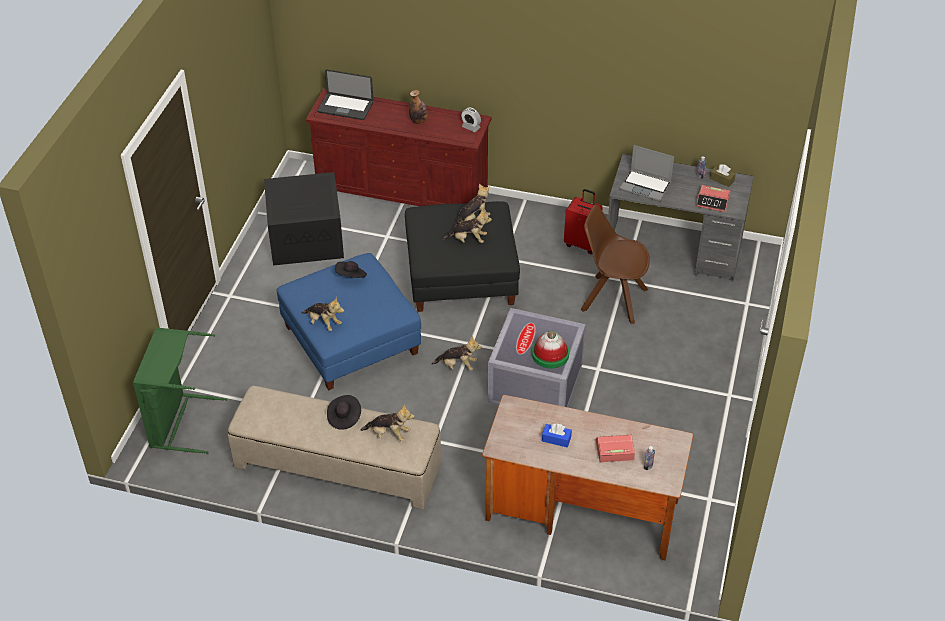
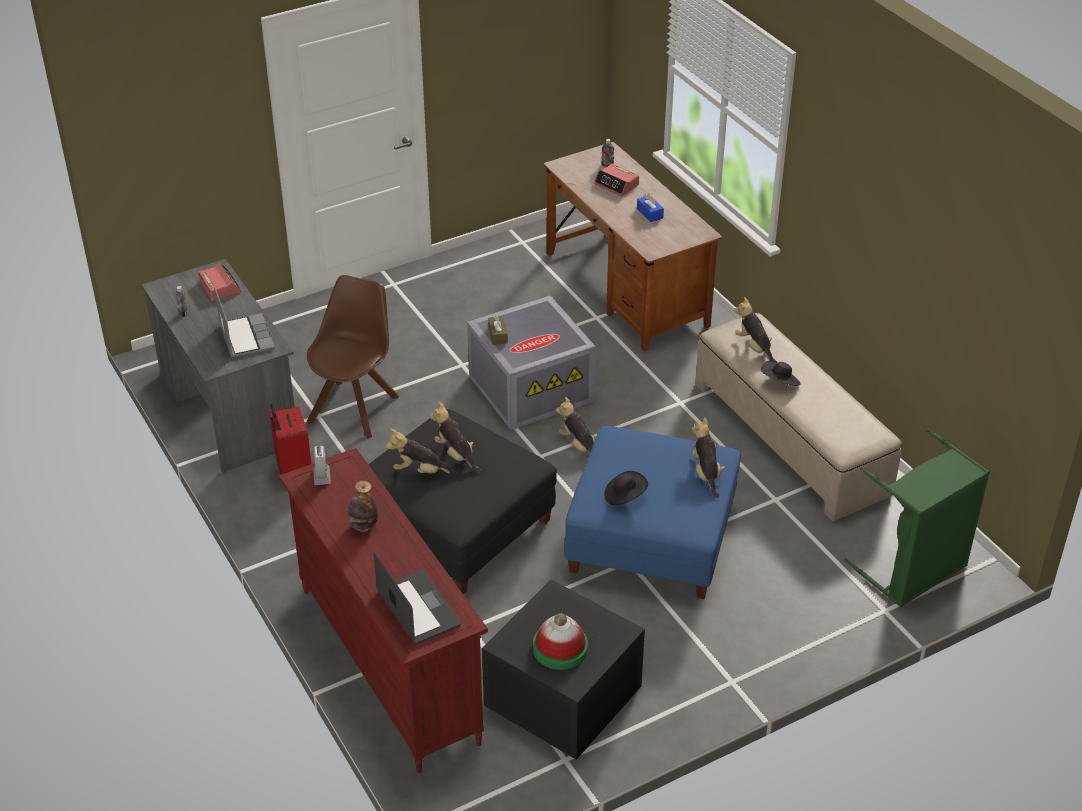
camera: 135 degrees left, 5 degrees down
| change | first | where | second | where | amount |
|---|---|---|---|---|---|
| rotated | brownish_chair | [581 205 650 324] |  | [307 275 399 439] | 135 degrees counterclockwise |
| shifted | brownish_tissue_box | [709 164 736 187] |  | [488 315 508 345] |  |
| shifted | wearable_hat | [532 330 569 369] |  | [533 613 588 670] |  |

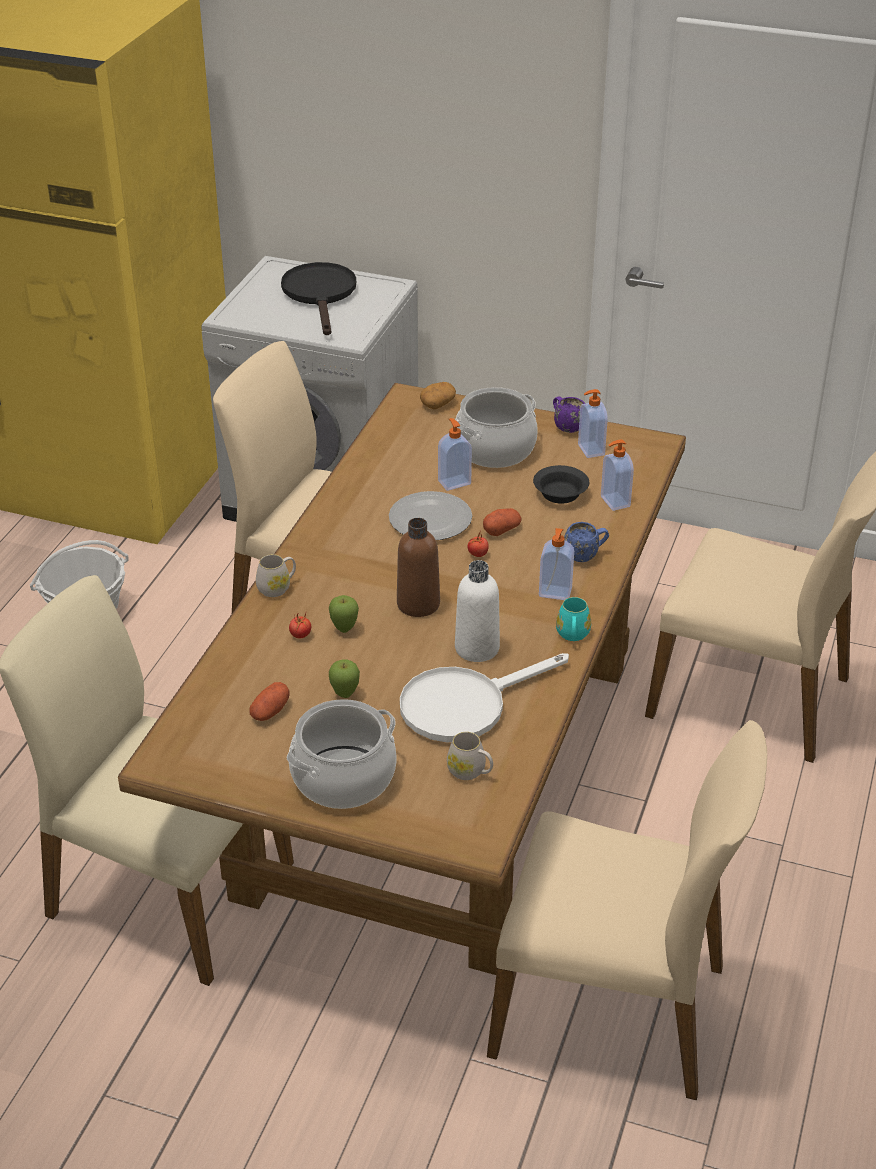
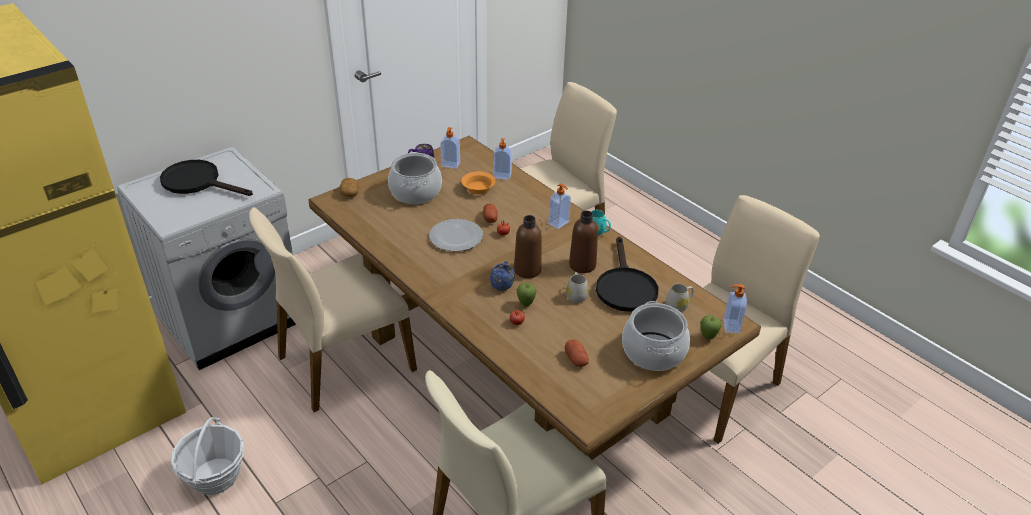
camera: 60 degrees left, 0 degrees up
| change | first | where | second | where | amount |
|---|---|---|---|---|---|
| repainted | black-coloured_bowl | [533 465 589 504] | orange_bowl | [461 171 496 194] |  |
| shifted | blue-coloured_mug | [564 522 609 562] |  | [490 261 514 291] |  |
| shifted | white_mug | [256 554 296 597] |  | [566 272 589 303] |  |
| repainted | white_bottle | [455 560 500 662] | brownish_bottle | [569 211 598 273] |  |
| repainted | white_frying_pan | [400 653 569 742] | black-coloured_frying_pan | [596 236 659 312] |  |
| shifted | whole_apple | [329 659 360 698] |  | [700 315 721 340] |  |
| shifted | soap_bottle | [438 418 472 491] |  | [724 284 747 333] |  |

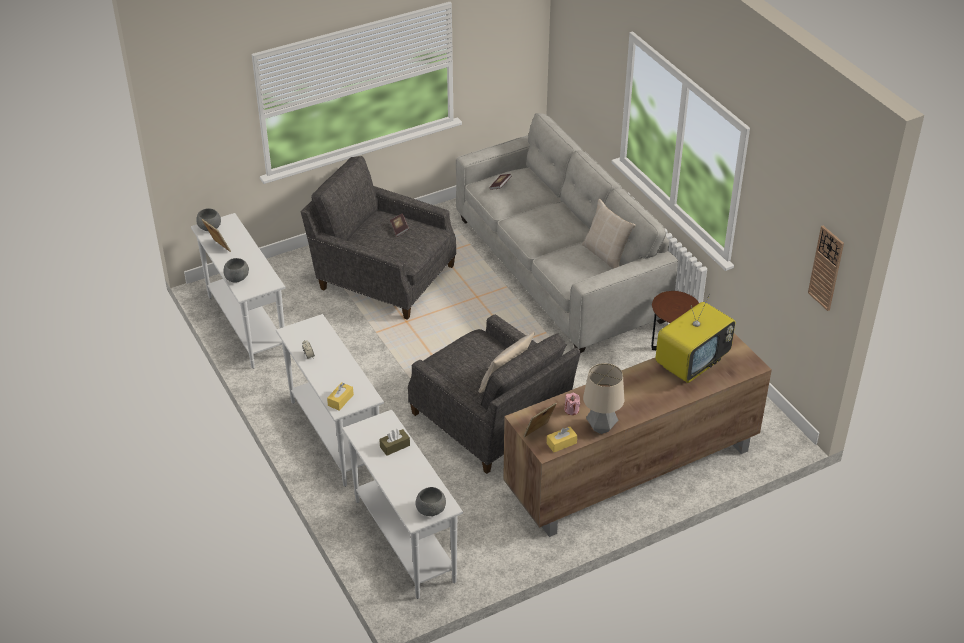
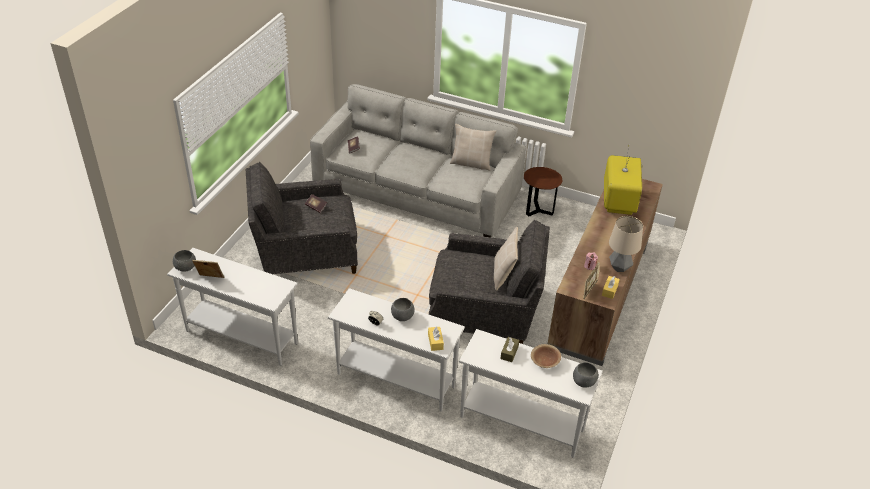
camera: 40 degrees left, 0 degrees up
| change | first | where | second | where | amount |
|---|---|---|---|---|---|
| shifted | grey_bowl | [223 258 249 283] |  | [391 298 415 321] |  |
| new |  |  | brownish_bowl | [531 344 561 368] |  |
| gone | wall_clock | [808 226 844 311] |  |  |  |

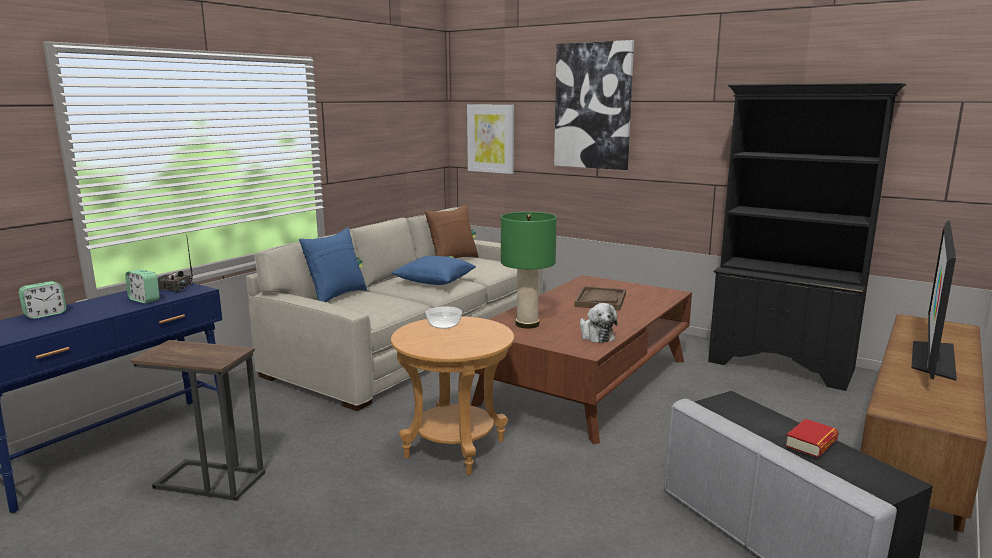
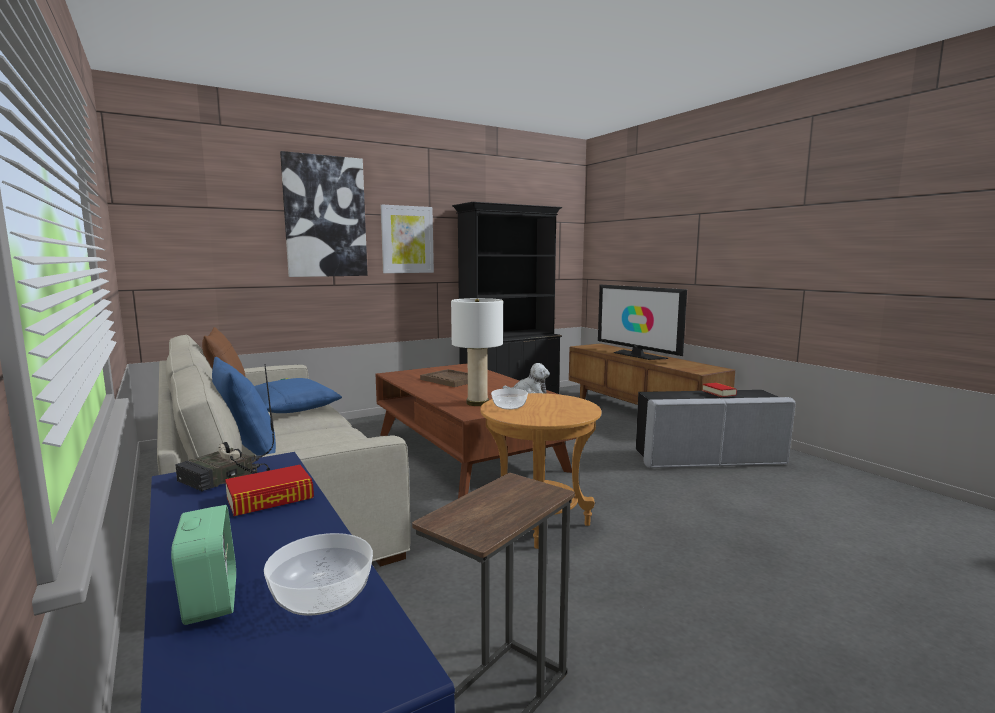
camera: 65 degrees left, 5 degrees down
| change | first | where | second | where | amount |
|---|---|---|---|---|---|
| swapped | alarm_clock | [125 269 160 303] | book | [225 465 314 516] |  |
| new |  |  | bowl | [264 533 373 616] |  |
| shifted | wall_art | [467 104 514 174] |  | [380 205 434 273] |  |
| repainted | green-coloured_table_lamp | [501 212 557 328] | white_table_lamp | [451 298 503 406] |  |

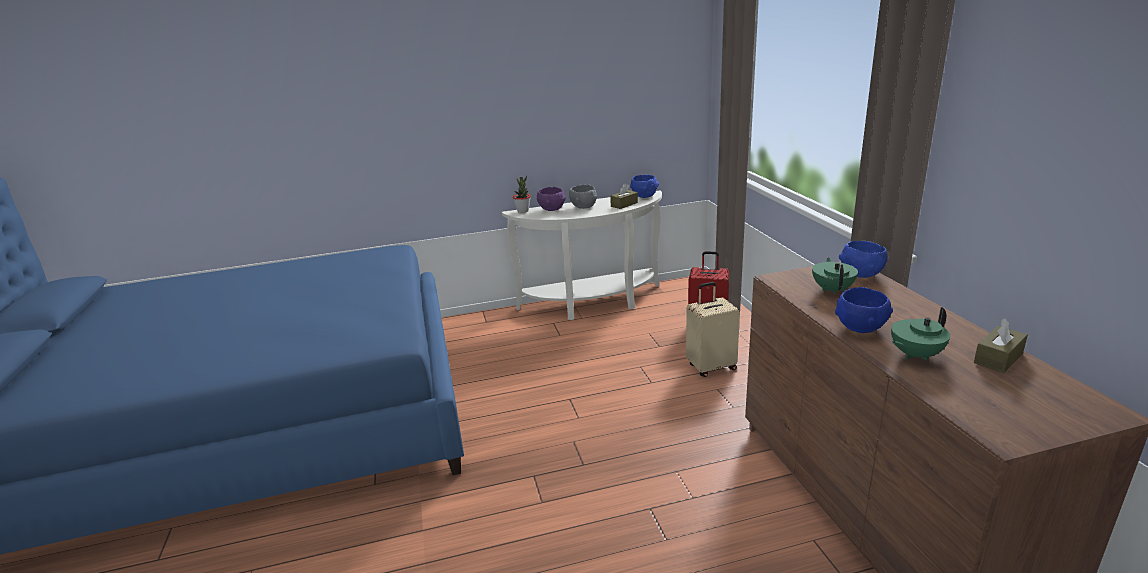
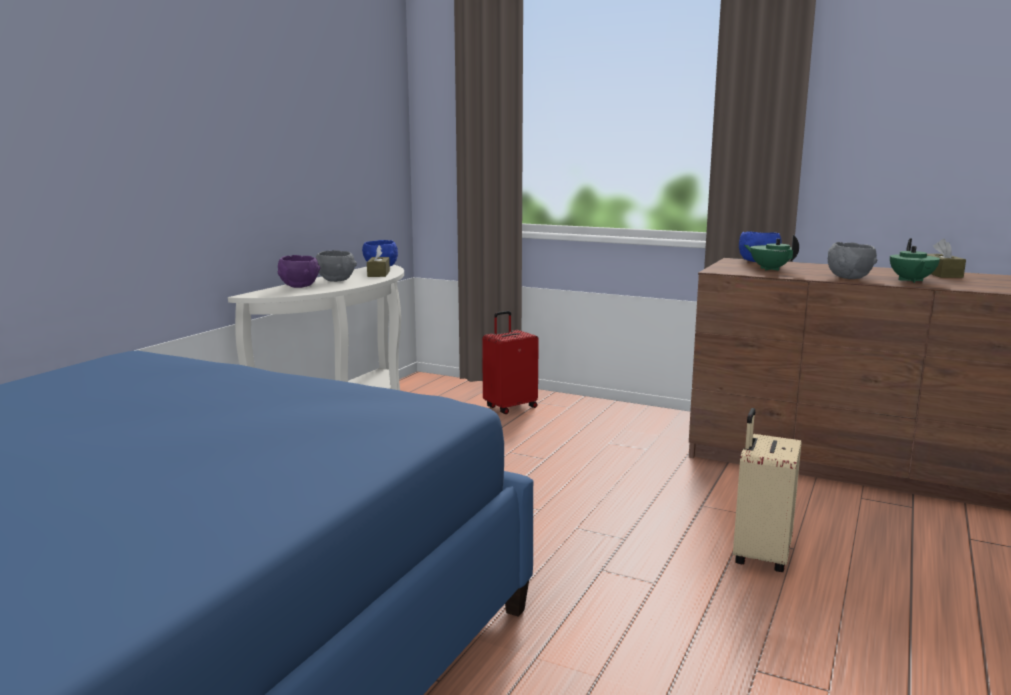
camera: 50 degrees left, 10 degrees down
| change | first | where | second | where | amount |
|---|---|---|---|---|---|
| shifted | beige_piece_of_luggage | [686 282 740 377] |  | [733 408 802 572] |  |
| repainted | blue-coloured_bowl | [835 287 893 333] | grey_bowl | [828 242 877 279] |  |
| gone | potted_plant | [513 175 531 213] |  |  |  |

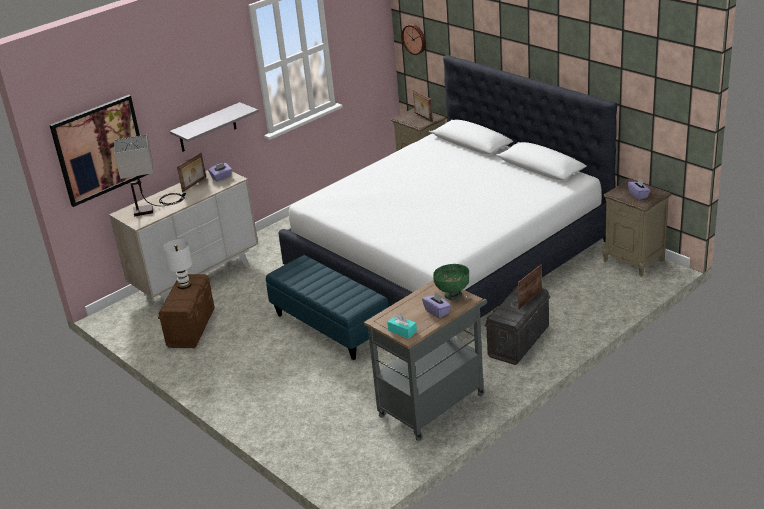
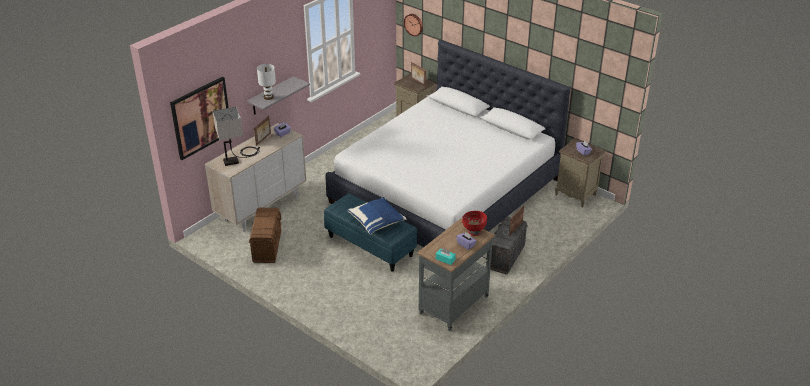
camera: 10 degrees left, 5 degrees up
| change | first | where | second | where | amount |
|---|---|---|---|---|---|
| shifted | white_table_lamp | [163 239 192 289] |  | [257 64 276 100] |  |
| new |  |  | blue-coloured_pillow | [347 197 407 235] |  |
| repainted | green-coloured_bowl | [433 264 469 300] | reddish_bowl | [462 211 487 236] |  |

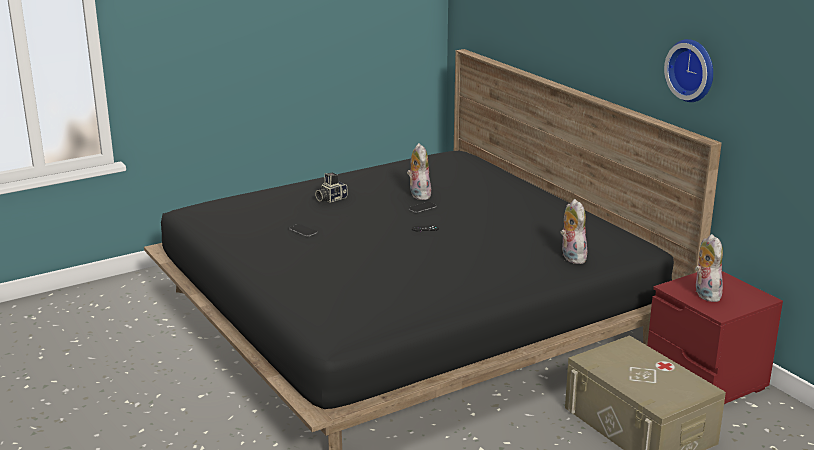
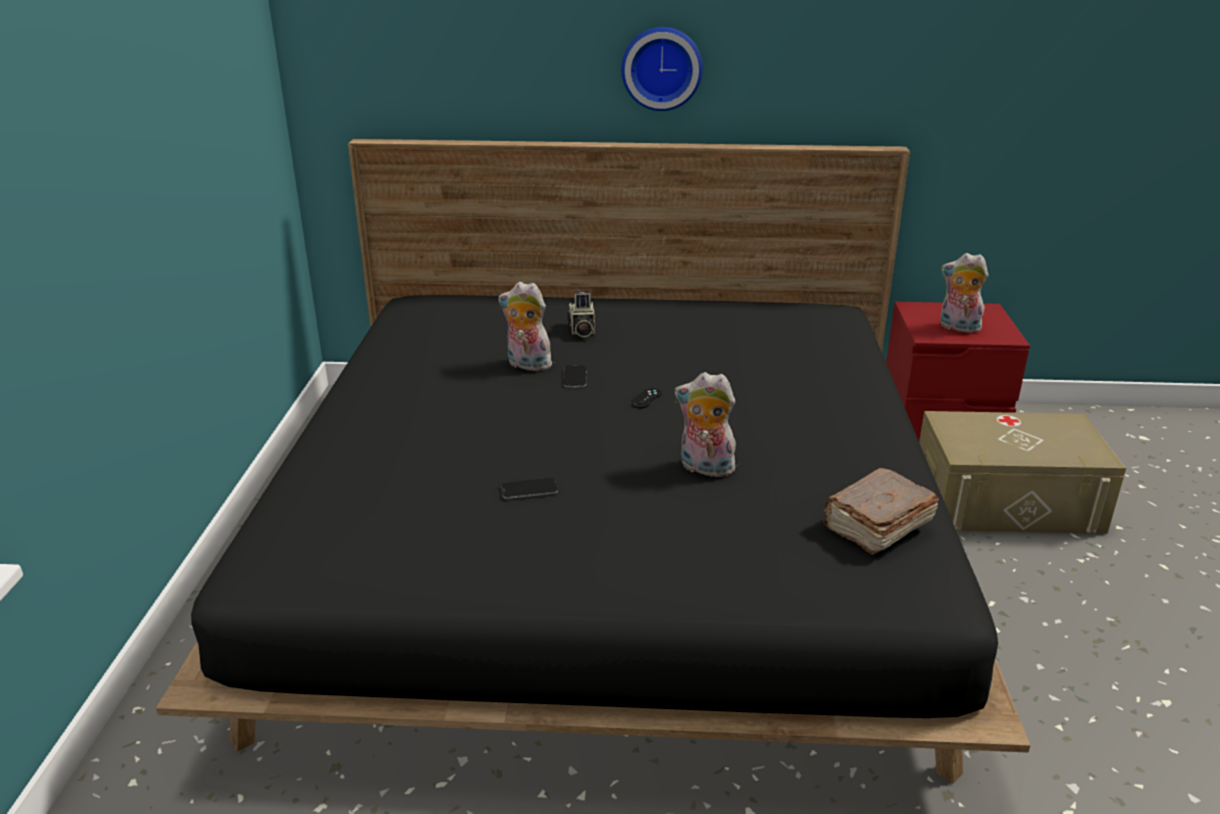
camera: 55 degrees left, 5 degrees up
| change | first | where | second | where | amount |
|---|---|---|---|---|---|
| shifted | still_camera | [315 173 348 203] |  | [567 291 595 337] |  |
| shifted | wall_clock | [664 39 713 102] |  | [621 27 703 111] |  |
| shifted | cuddly_toy | [560 199 587 264] |  | [675 372 739 477] |  |
| new |  |  | brownish_book | [823 468 939 555] |  |

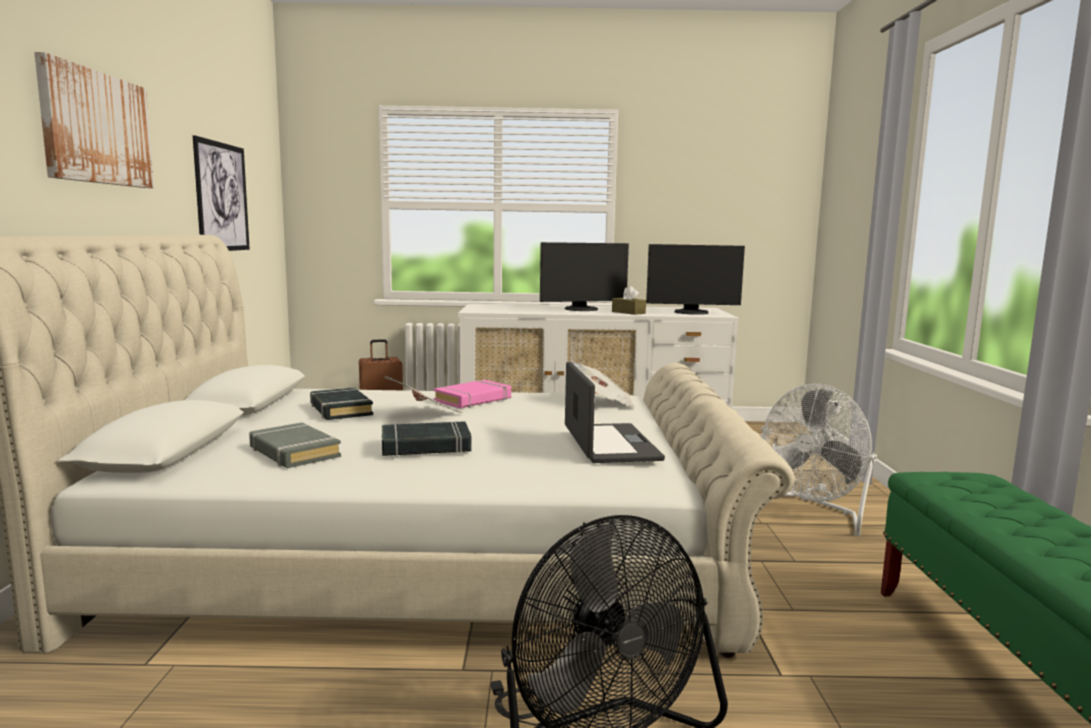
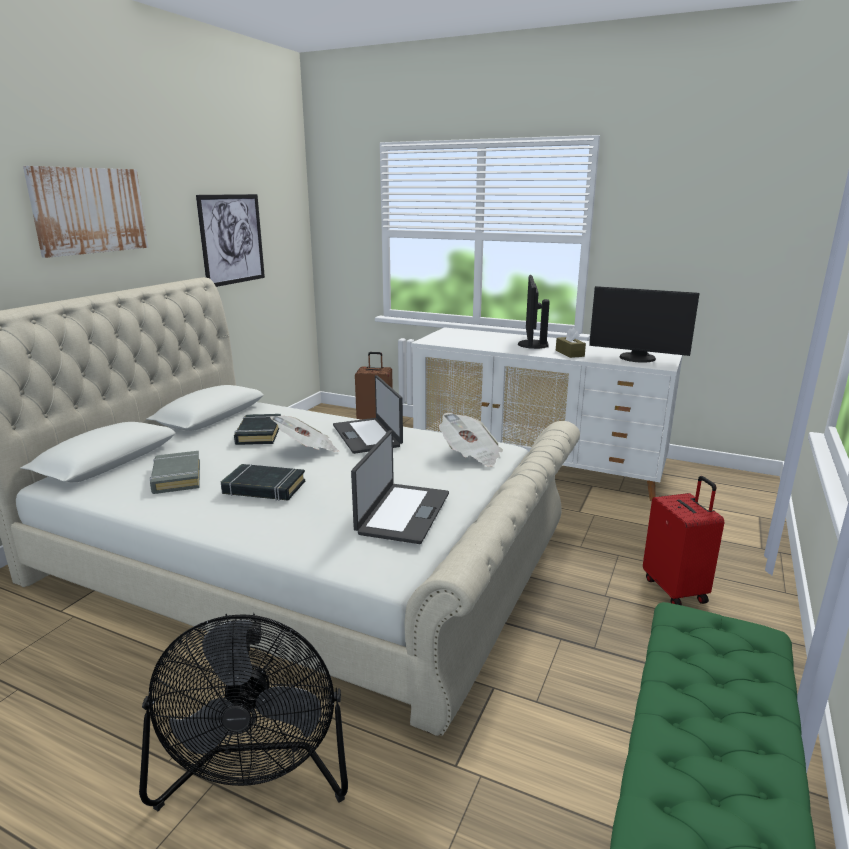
camera: 25 degrees right, 10 degrees up
| change | first | where | second | where | amount |
|---|---|---|---|---|---|
| swapped | pink-coloured_book | [434 380 511 408] | laptop | [333 375 403 454] |  |
| rotated | computer_screen | [540 242 629 311] |  | [518 275 550 349] | 90 degrees clockwise |
| swapped | white_electric_fan | [760 384 877 536] | reddish_piece_of_luggage | [643 476 724 605] |  |

